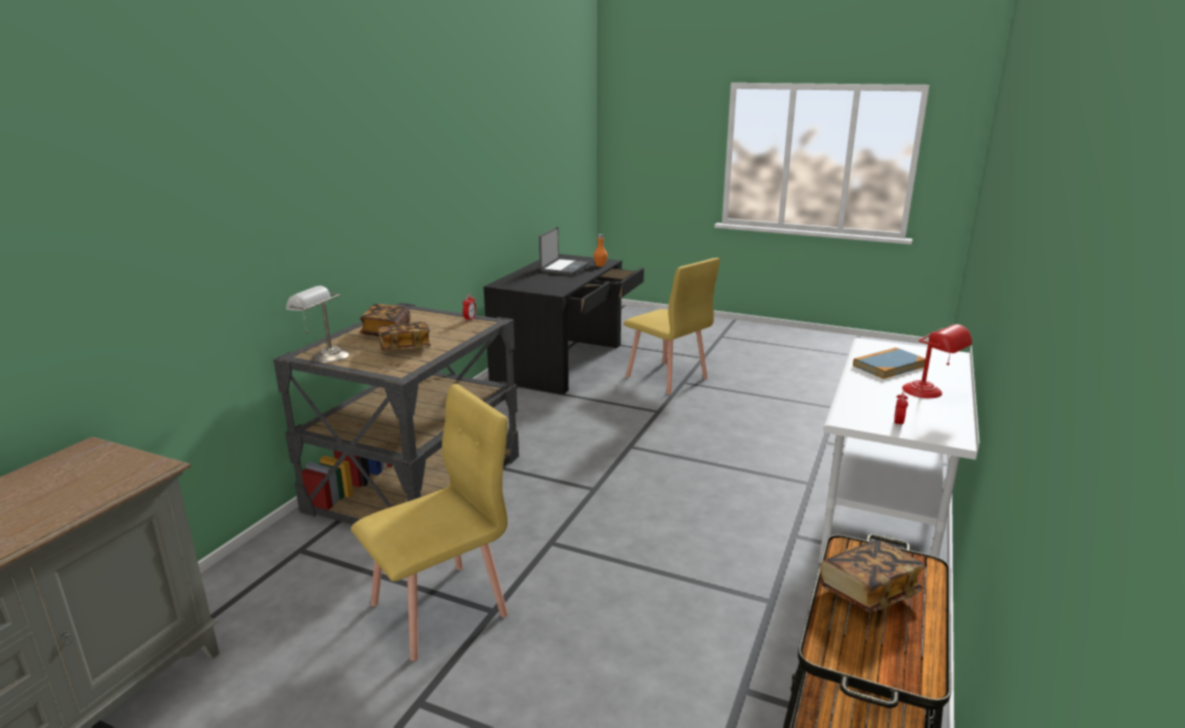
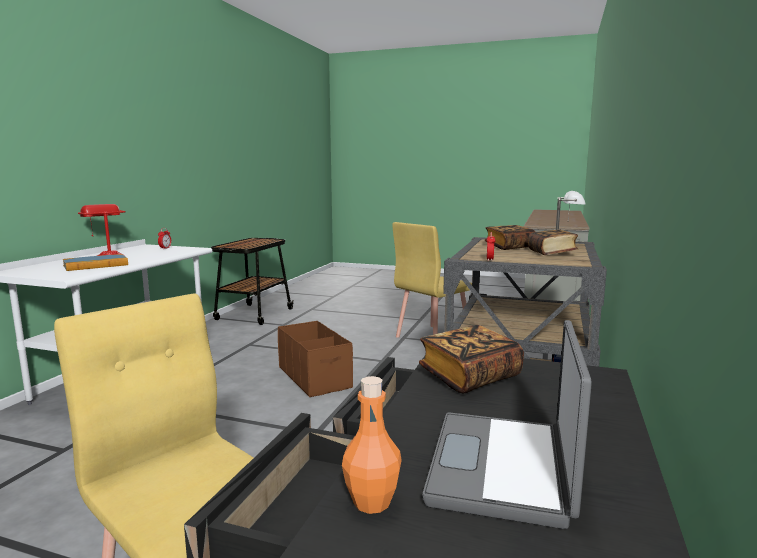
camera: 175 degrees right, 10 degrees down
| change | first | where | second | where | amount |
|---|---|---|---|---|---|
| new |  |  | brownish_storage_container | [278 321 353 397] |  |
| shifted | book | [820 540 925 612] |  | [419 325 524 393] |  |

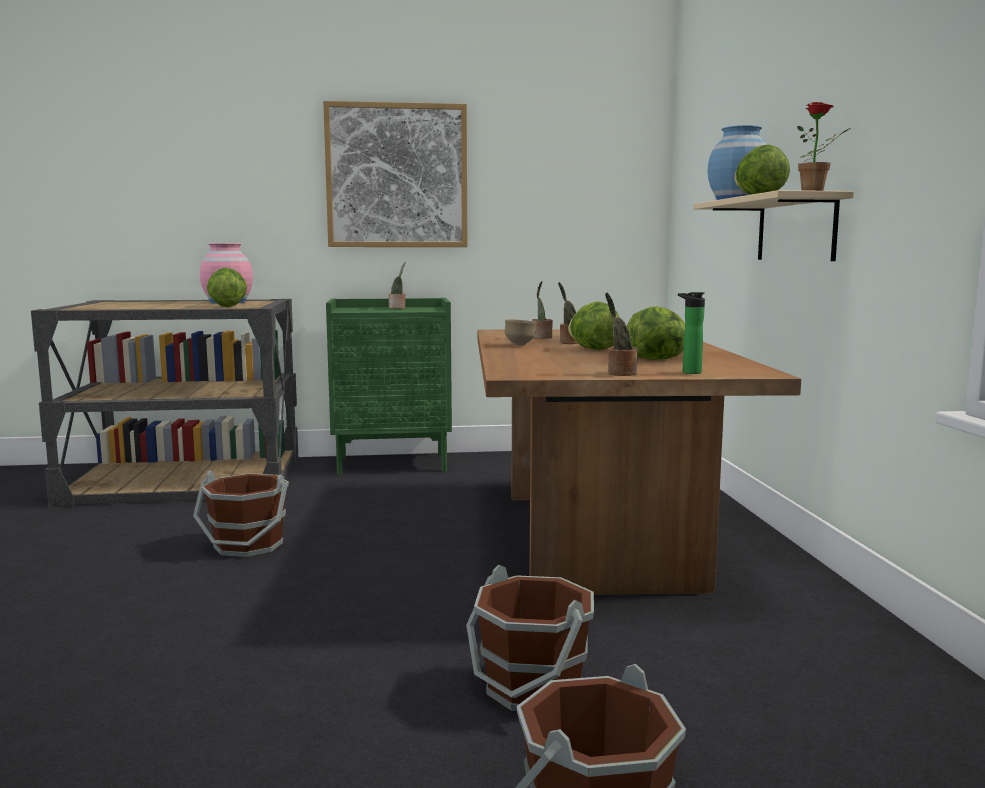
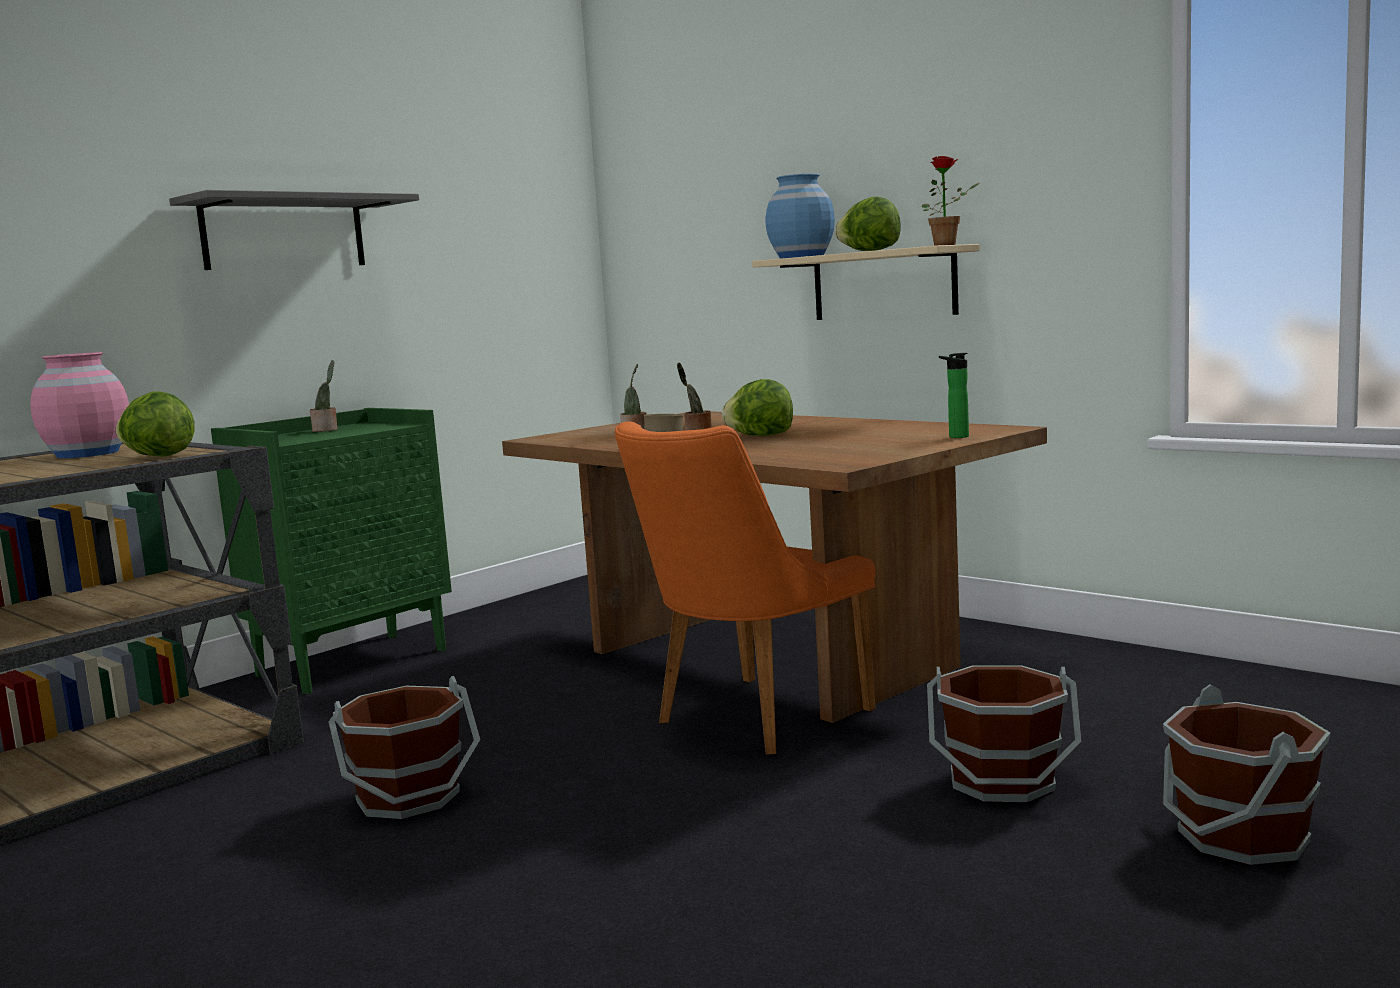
camera: 40 degrees left, 0 degrees up
| change | first | where | second | where | amount |
|---|---|---|---|---|---|
| swapped | wall_art | [323 101 467 247] | grey_shelf | [169 190 419 270] |  |
| new |  |  | orange_chair | [615 421 876 755] |  |
| gone | potted_plant | [605 292 638 376] |  |  |  |
| gone | lettuce_head | [627 306 685 360] |  |  |  |

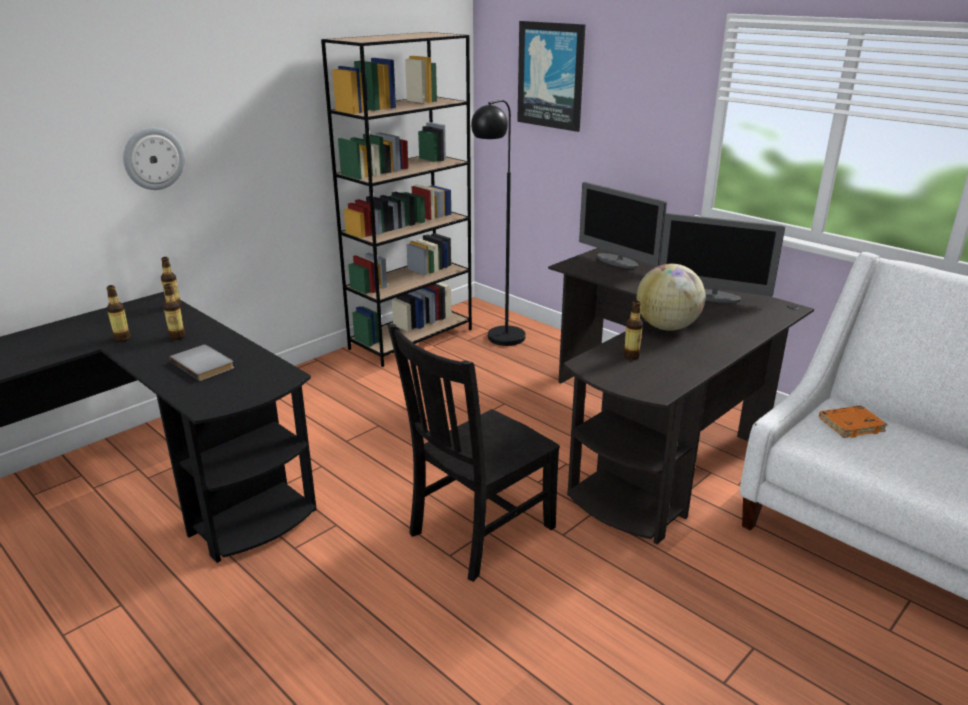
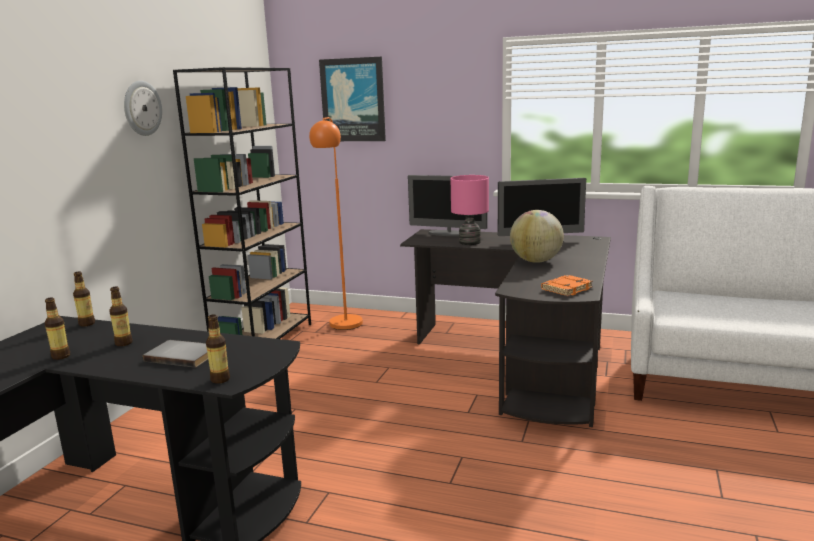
camera: 25 degrees left, 10 degrees down
| change | first | where | second | where | amount |
|---|---|---|---|---|---|
| shifted | wall_clock | [123 127 185 190] |  | [124 81 162 136] |  |
| shifted | bottle | [623 301 643 360] |  | [206 315 230 384] |  |
| repainted | black-coloured_standing_lamp | [471 100 525 346] | orange_standing_lamp | [309 117 363 330] |  |
| new |  |  | pink-coloured_table_lamp | [451 175 489 245] |  |
| shifted | orange_book | [819 406 888 438] |  | [541 275 593 296] |  |
| gone | black-coloured_chair | [387 323 560 582] |  |  |  |

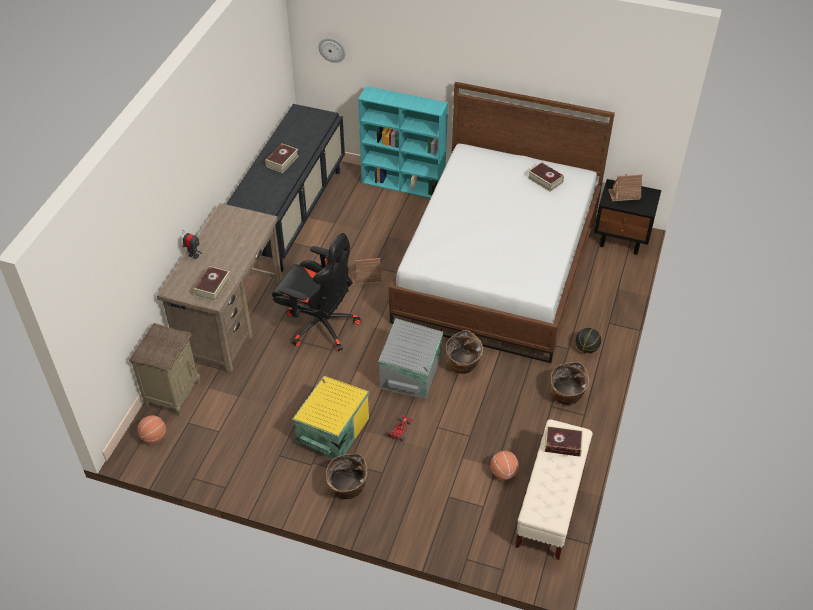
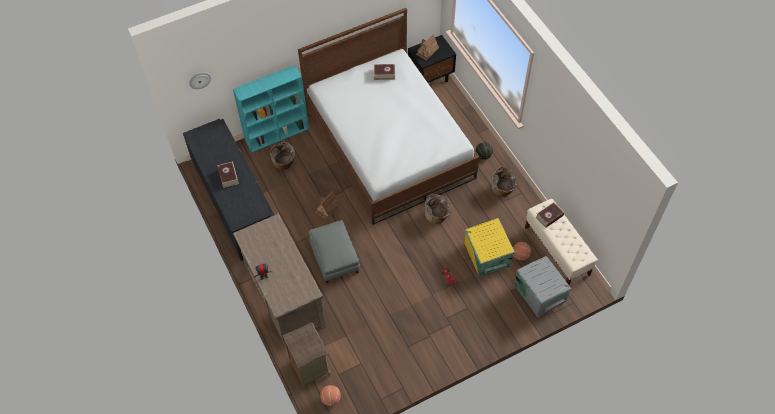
camera: 45 degrees left, 10 degrees up
| change | first | where | second | where | amount |
|---|---|---|---|---|---|
| shifted | storage_basket | [326 454 368 499] |  | [270 140 295 170] |  |
| swapped | black-coloured_office_chair | [272 233 361 351] | grey_ottoman | [309 220 360 283] |  |
| shifted | yellow_storage_container | [292 376 369 459] |  | [464 218 515 277] |  |
| shifted | grey_storage_container | [378 318 443 399] |  | [514 256 571 317] |  |
| gone | book | [194 266 231 302] |  |  |  |

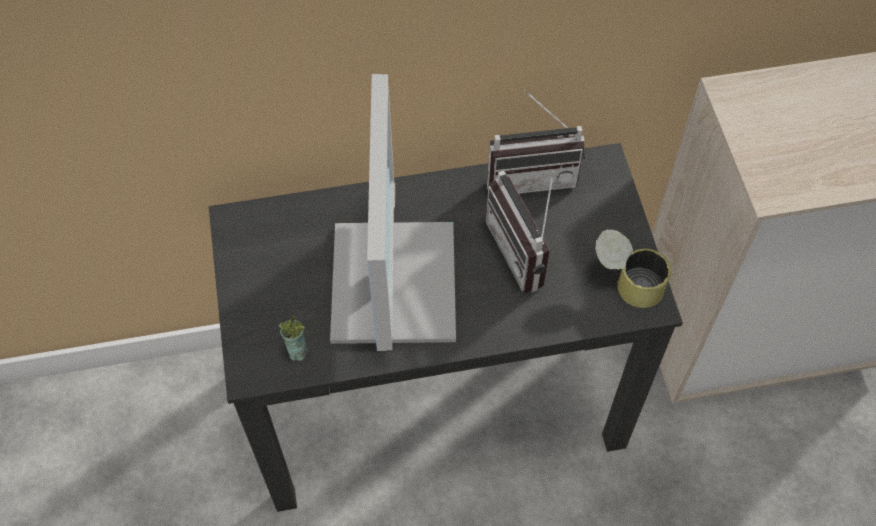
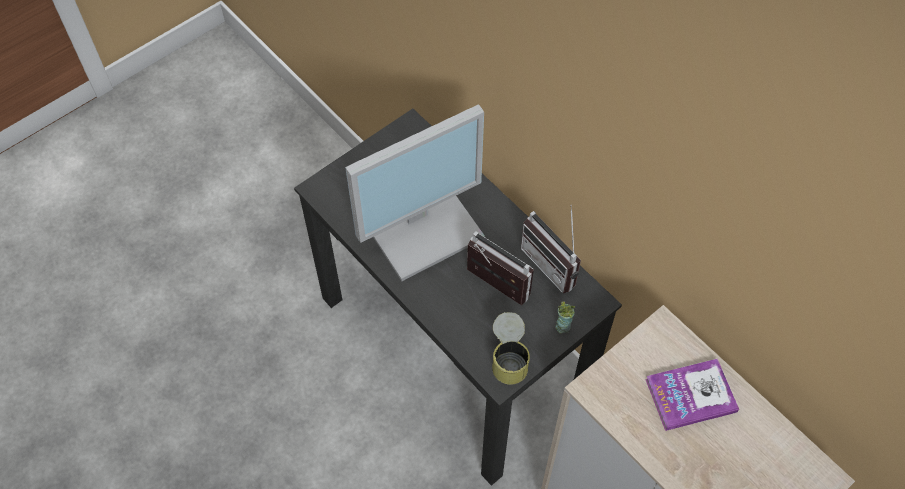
camera: 60 degrees right, 0 degrees up
| change | first | where | second | where | amount |
|---|---|---|---|---|---|
| rotated | radio_set | [486 171 554 293] |  | [467 231 534 305] | 90 degrees clockwise |
| shifted | small_cup | [279 315 308 361] |  | [556 301 575 334] |  |
| new |  |  | book | [645 359 739 431] |  |

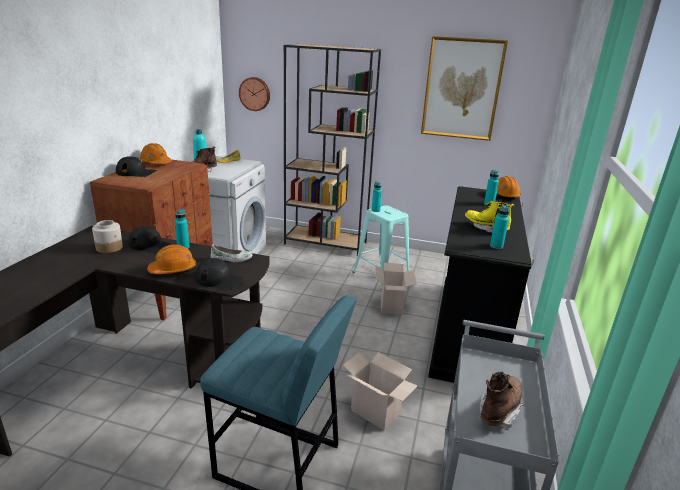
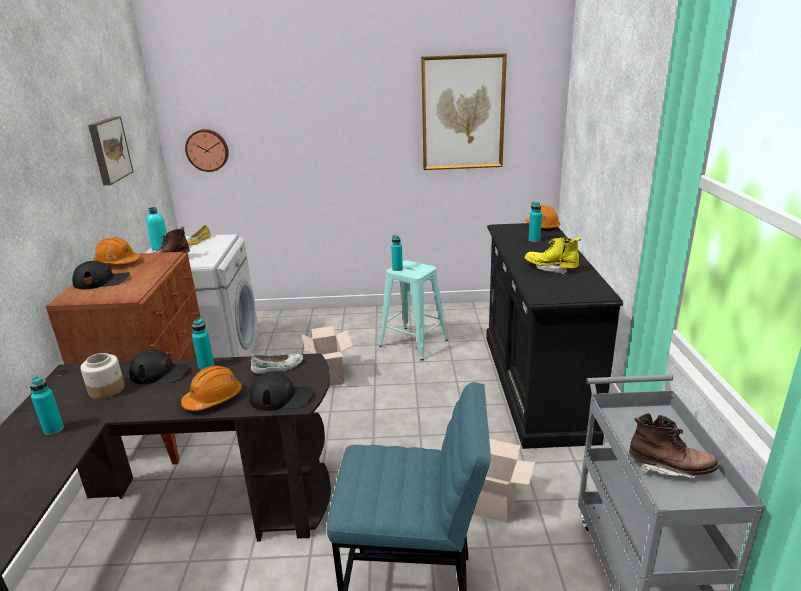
camera: 15 degrees left, 0 degrees up
| change | first | where | second | where | amount |
|---|---|---|---|---|---|
| shifted | turquoise-coloured_bottle | [490 205 510 249] |  | [30 376 64 435] |  |
| new |  |  | wall_art | [88 116 133 185] |  |
| shifted | packing_box | [375 263 417 315] |  | [302 326 353 386] |  |
| rotated | brownish_high-top_boot | [480 372 523 431] |  | [629 413 719 479] | 90 degrees clockwise |
| gone | shelving_unit | [284 44 381 255] |  |  |  |

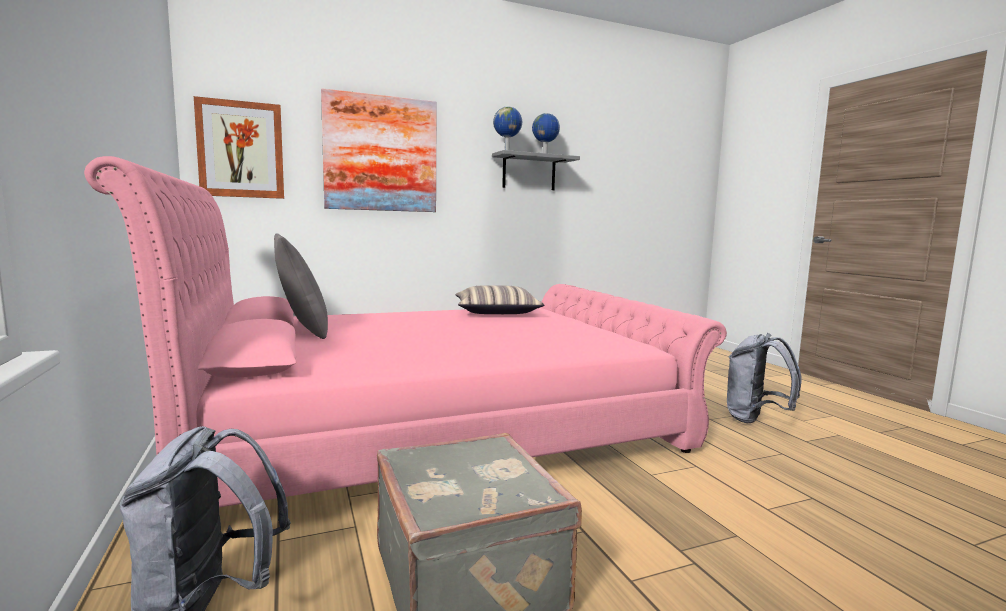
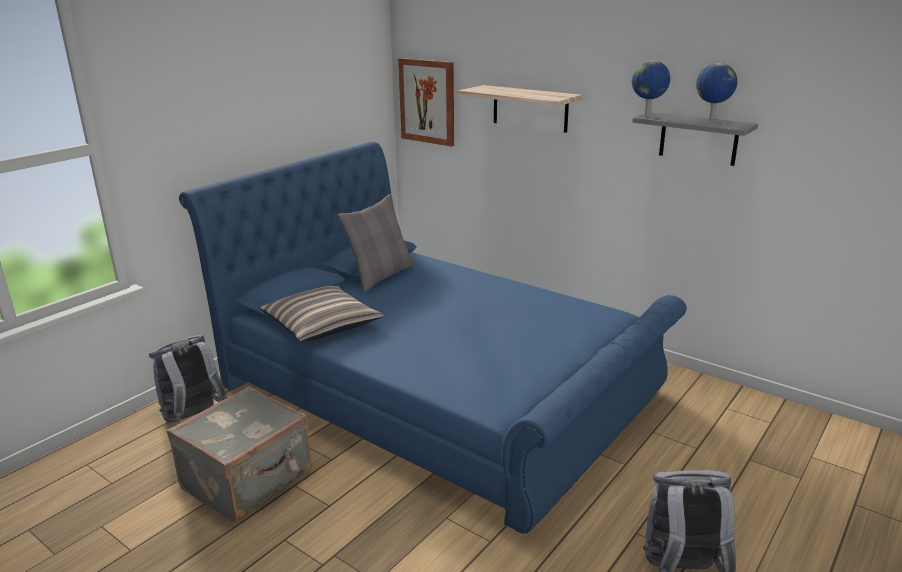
camera: 60 degrees right, 15 degrees up
| change | first | where | second | where | amount |
|---|---|---|---|---|---|
| repainted | pink-coloured_bed | [84 156 727 507] | blue-coloured_bed | [179 142 687 534] |  |
| shifted | pillow | [456 285 545 314] |  | [259 286 384 342] |  |
| swapped | wall_art | [321 88 437 212] | shelf | [457 85 582 133] |  |

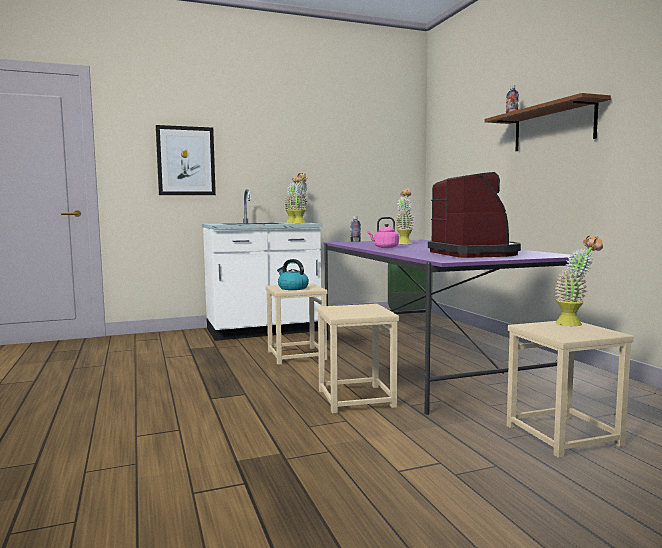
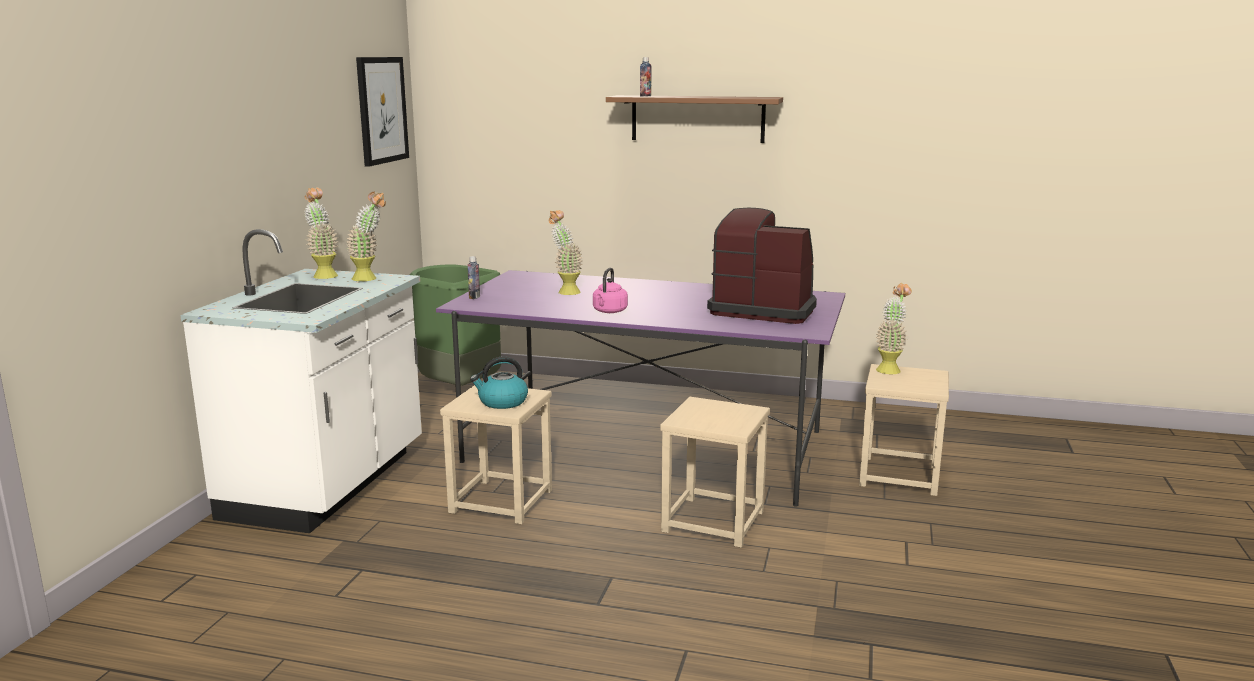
camera: 55 degrees left, 10 degrees up
| change | first | where | second | where | amount |
|---|---|---|---|---|---|
| shifted | wall_art | [156 125 216 195] |  | [356 57 409 167] |  |

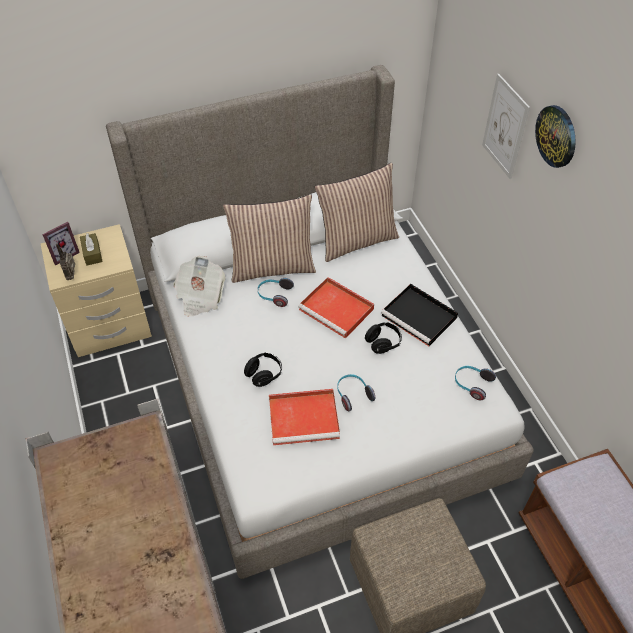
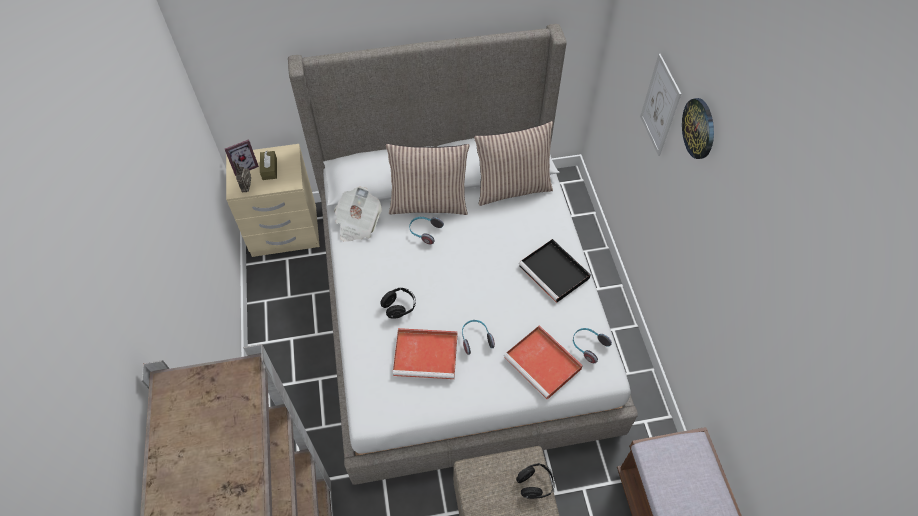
camera: 10 degrees right, 5 degrees up
| change | first | where | second | where | amount |
|---|---|---|---|---|---|
| shifted | reddish_carrying_tray | [298 277 374 339] |  | [504 325 583 399] |  |
| shifted | black-coloured_pair_of_headphones | [365 322 402 354] |  | [516 463 555 499] |  |

